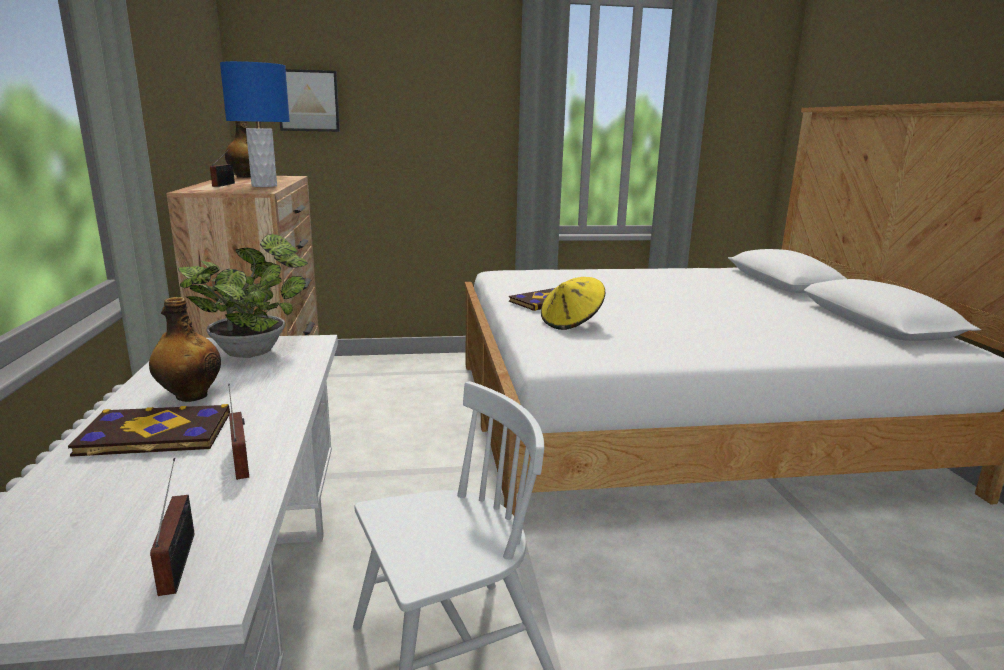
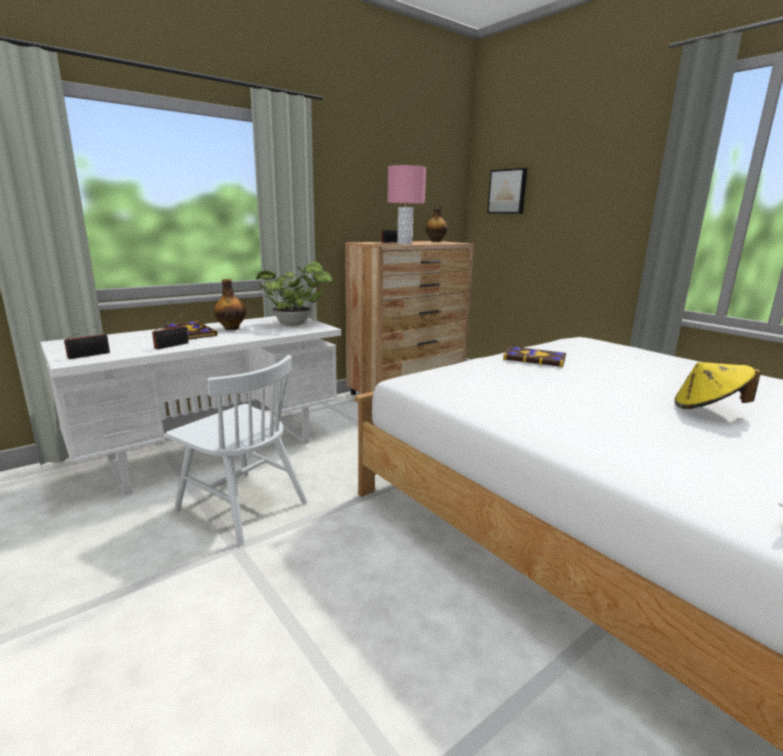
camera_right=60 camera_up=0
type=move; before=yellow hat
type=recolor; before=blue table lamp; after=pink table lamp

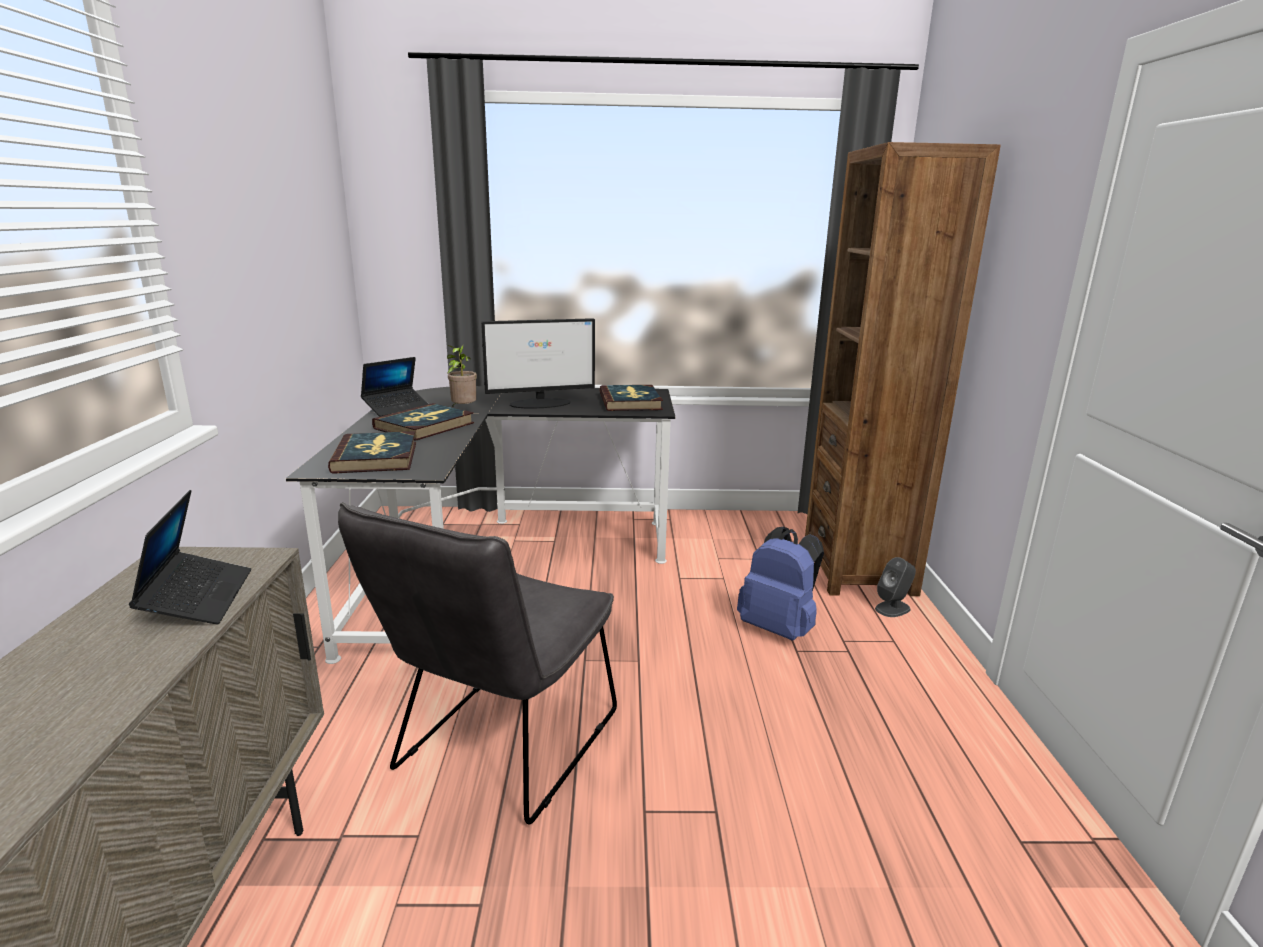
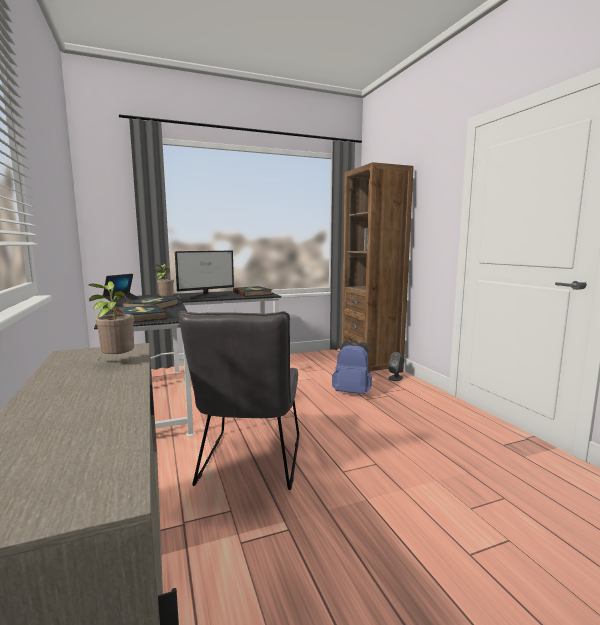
camera_right=-20 camera_up=-10
type=replace; before=laptop (1st from left); after=potted plant (1st from left)

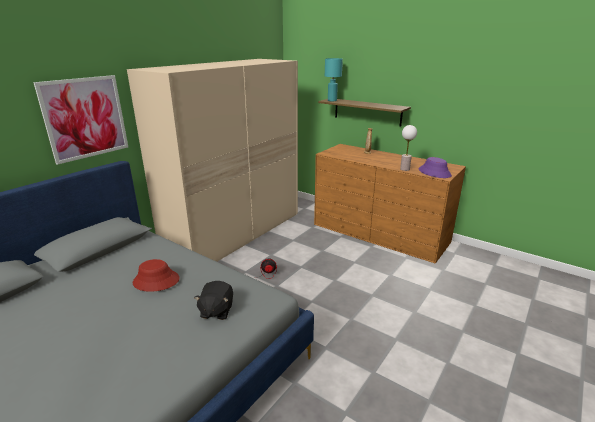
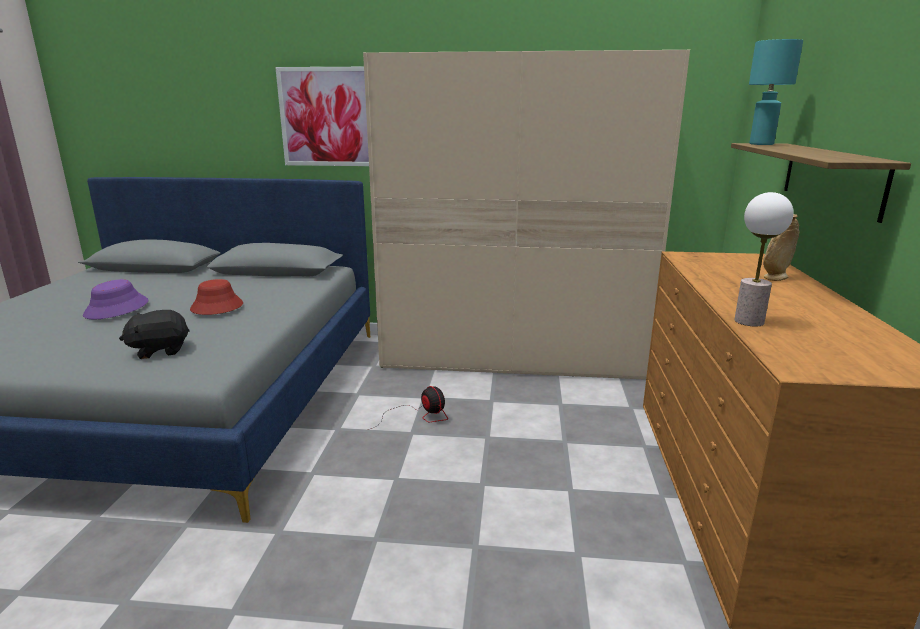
camera_right=60 camera_up=-5
type=move; before=purple hat

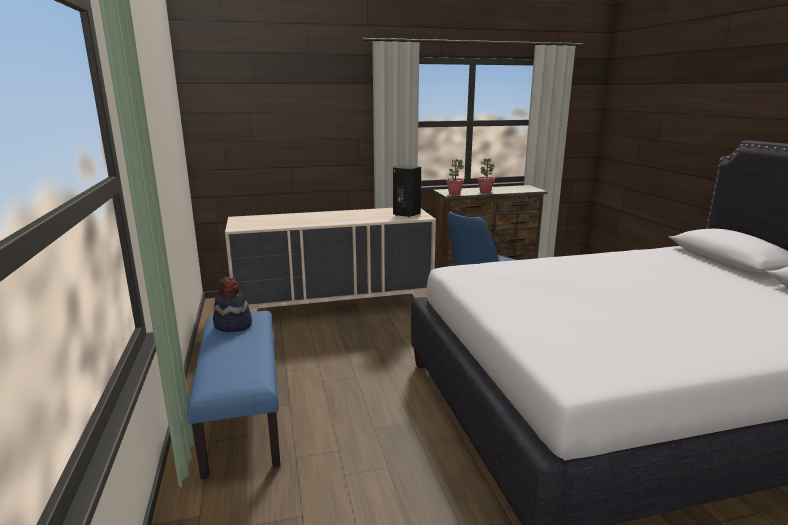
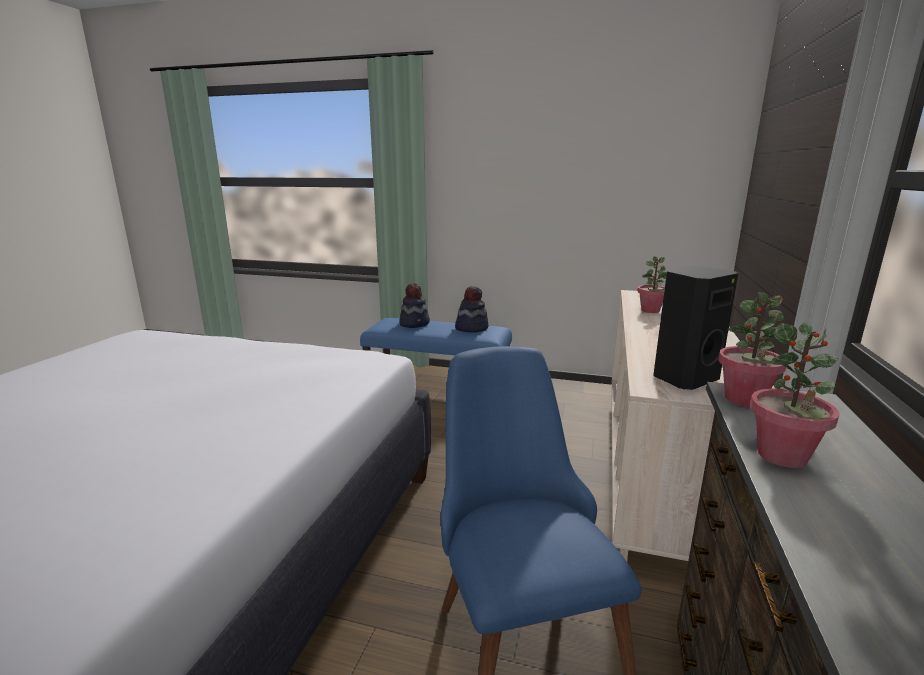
camera_right=120 camera_up=0
type=insert; after=hat (1st from left)
type=insert; after=potted plant (1st from left)

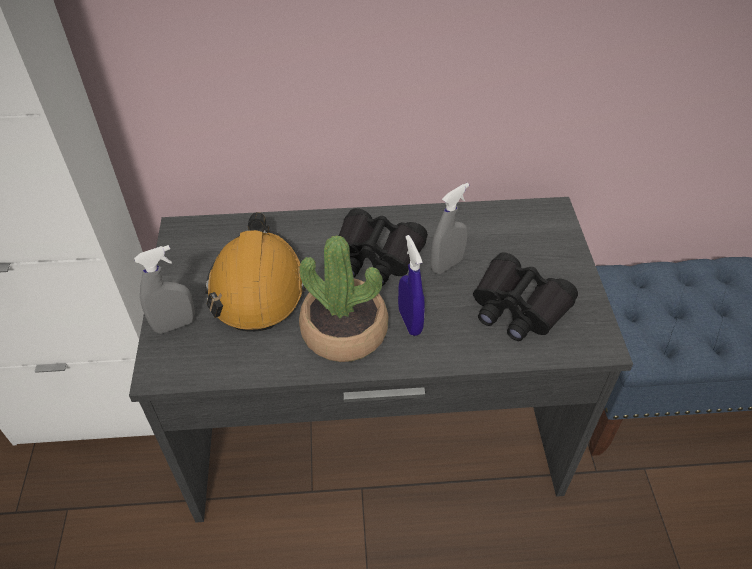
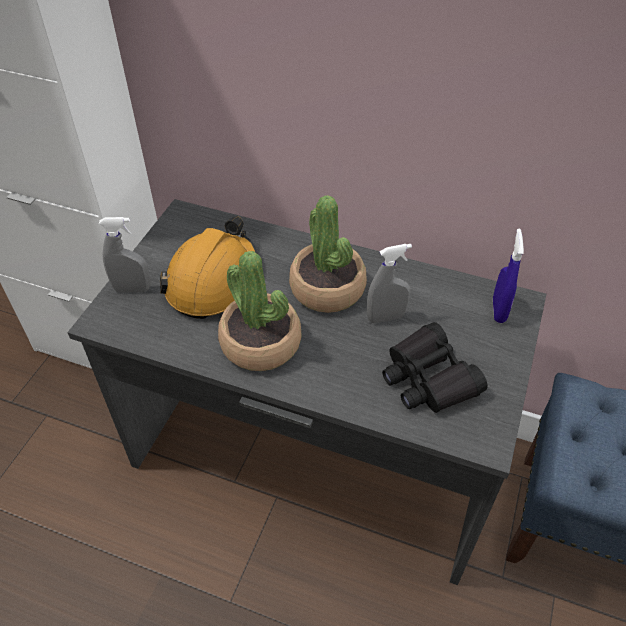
camera_right=25 camera_up=0
type=move; before=blue spray bottle
type=replace; before=black binoculars (1st from left); after=potted plant (2nd from left)

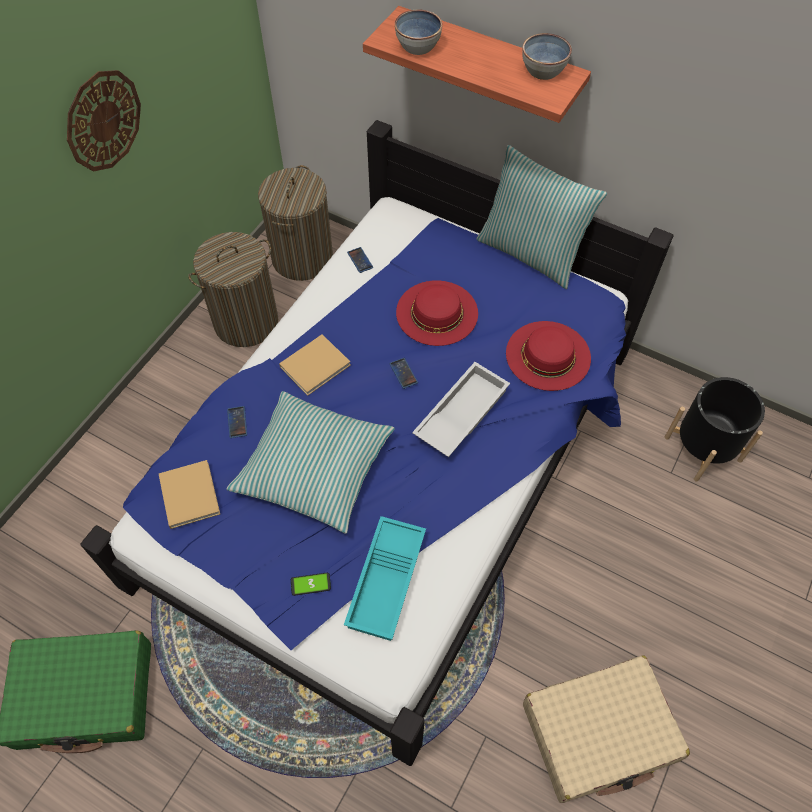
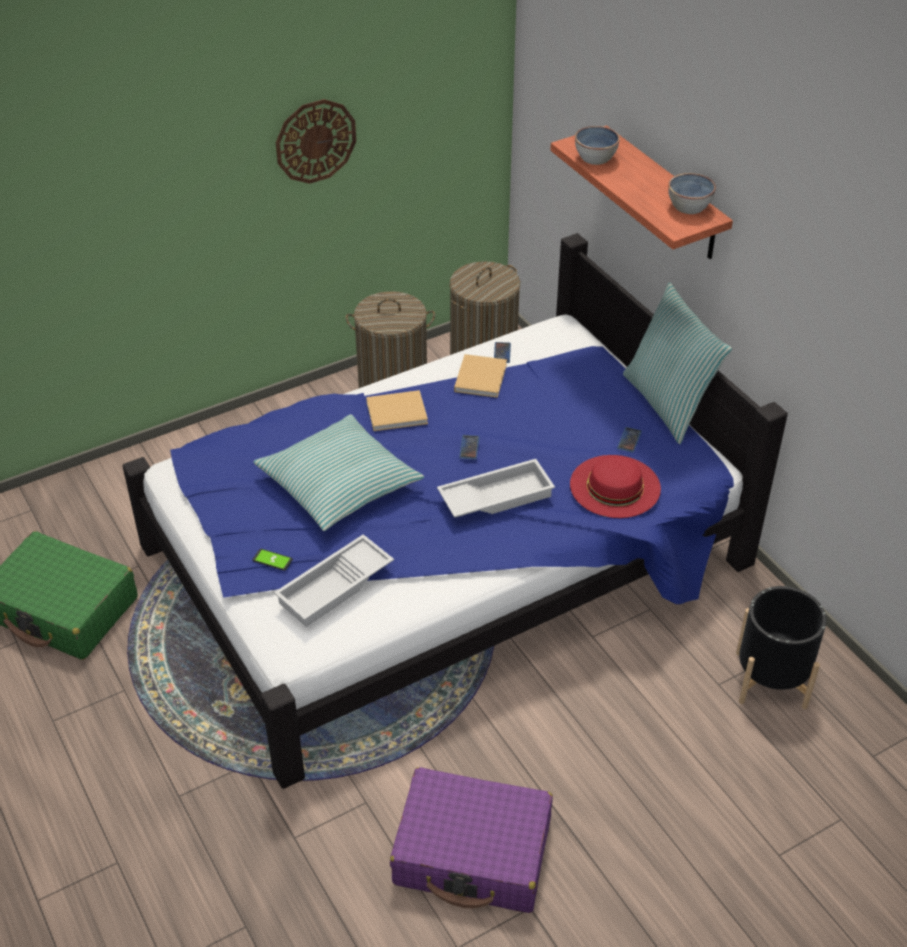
camera_right=30 camera_up=-15
type=delete; before=red hat (1st from left)
type=move; before=beige book (1st from left in the first image); after=beige book (2nd from left)
type=move; before=phone (1st from left in the first image); after=phone (4th from left)
type=recolor; before=turquoise tray; after=white tray (1st from left)
type=recolor; before=beige suitcase; after=purple suitcase

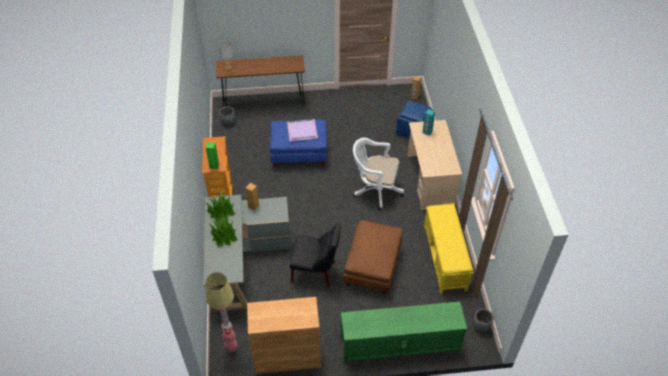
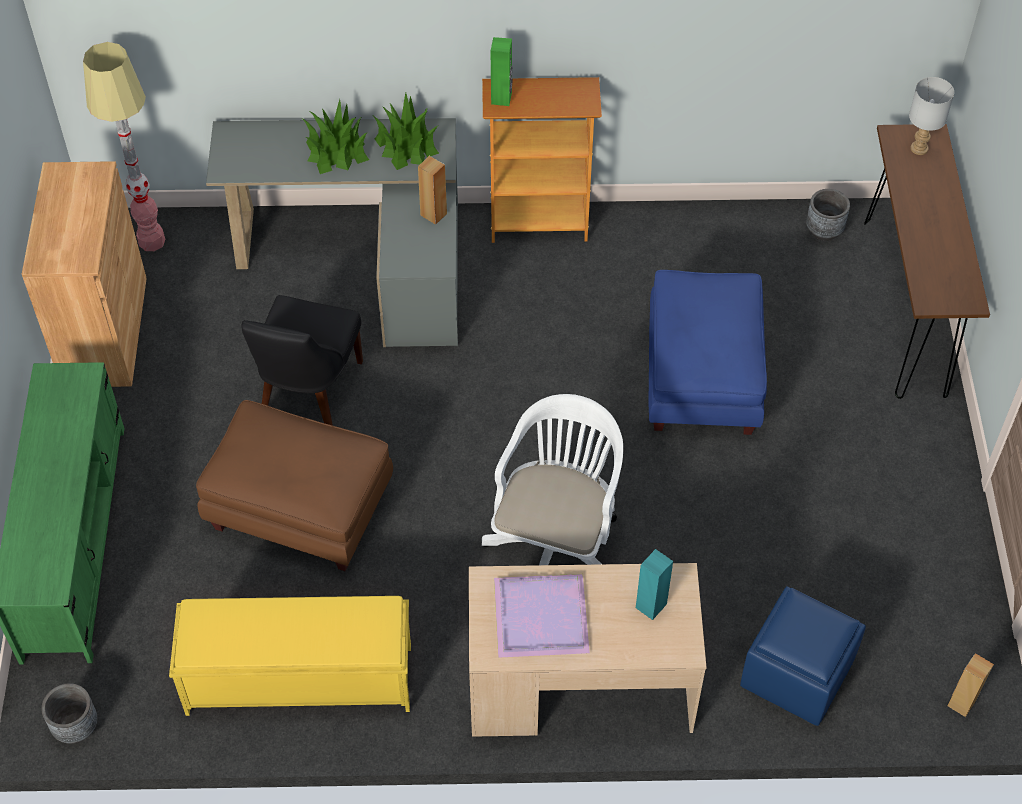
camera_right=95 camera_up=5
type=move; before=purple tray

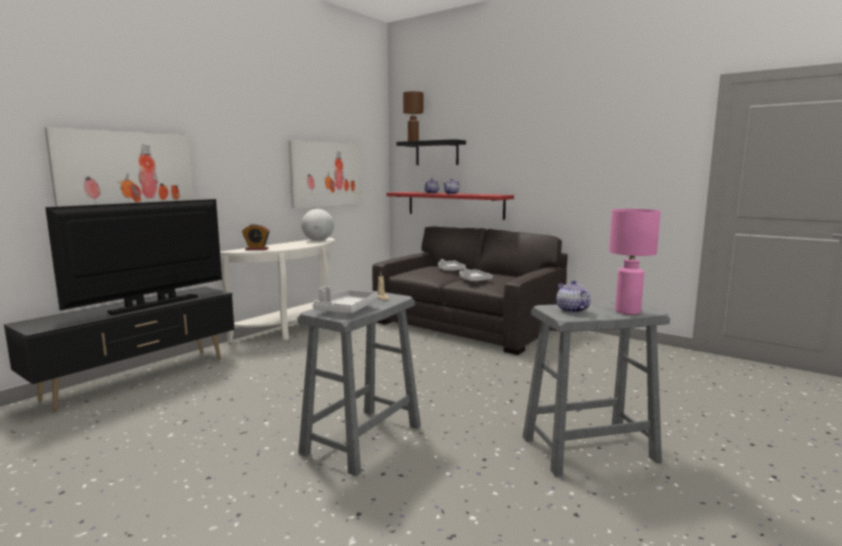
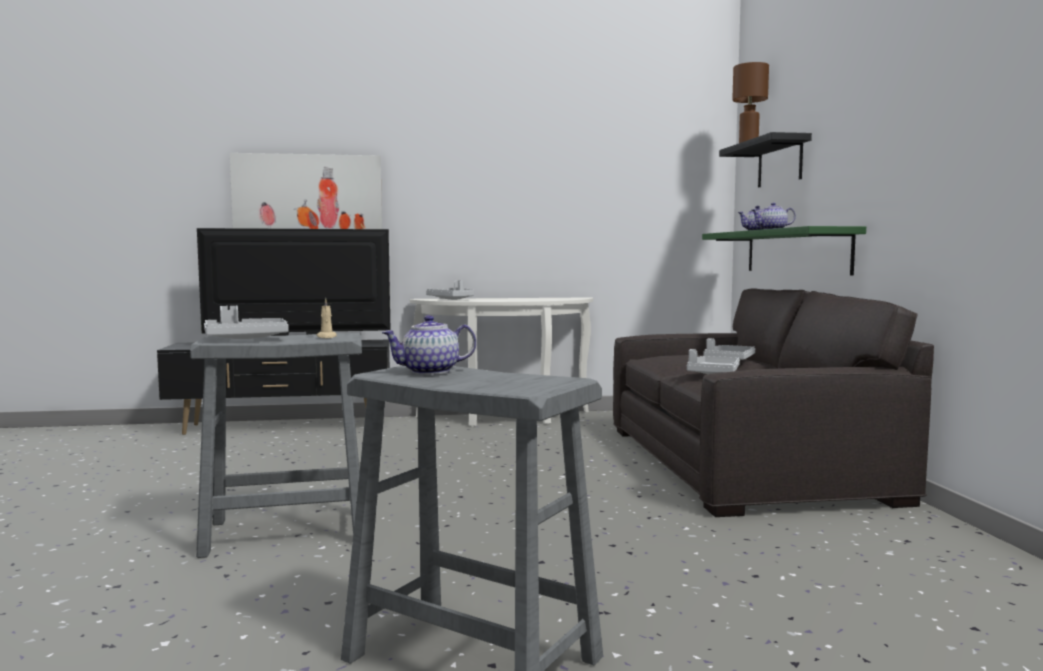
camera_right=45 camera_up=-5
type=delete; before=picture (2nd from left)
type=delete; before=globe
type=delete; before=pink table lamp
type=replace; before=alarm clock; after=grey tray (2nd from left)
type=recolor; before=red shelf; after=green shelf
type=rotate; before=teapot (3rd from left in the first image); turn=-135

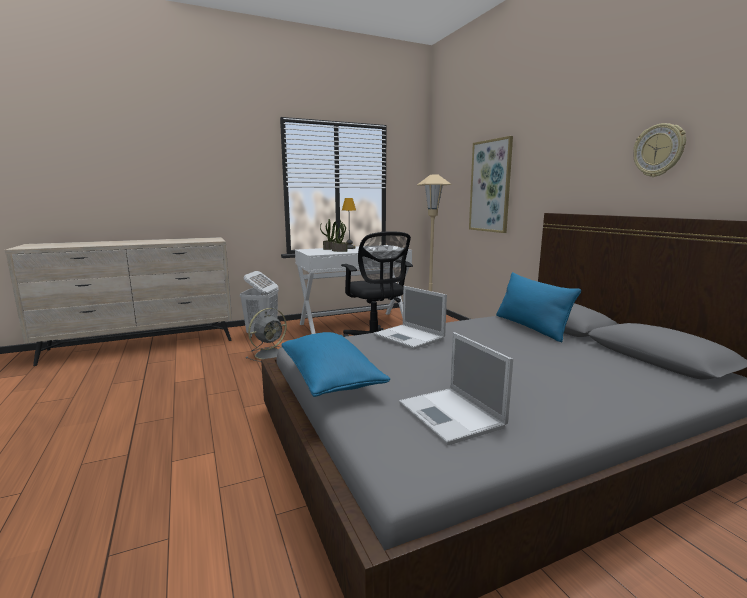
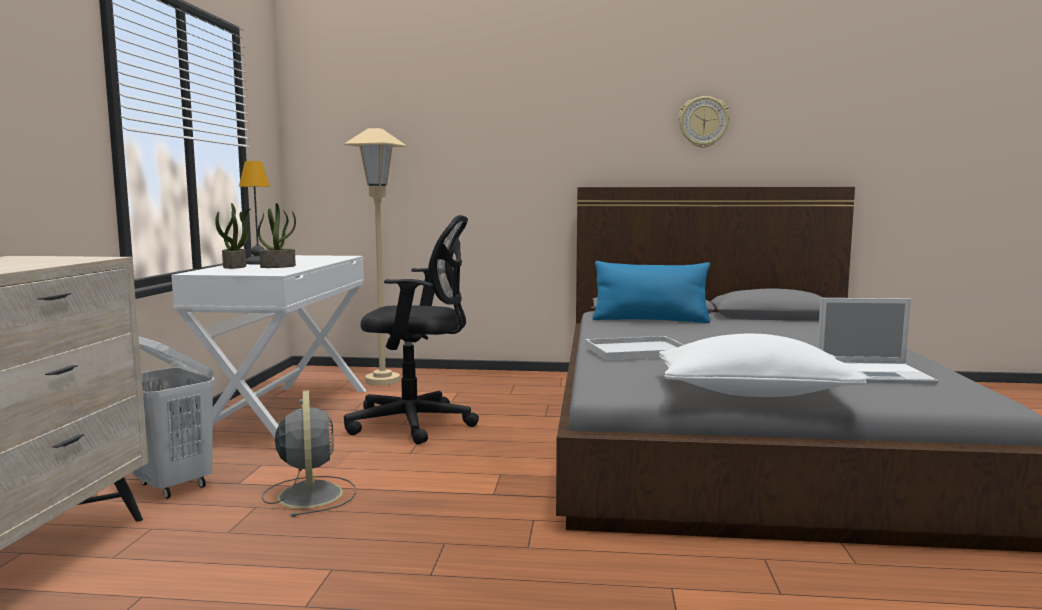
camera_right=-60 camera_up=-5
type=delete; before=picture
type=replace; before=laptop (1st from left); after=white tray
type=recolor; before=blue pillow (1st from left); after=white pillow

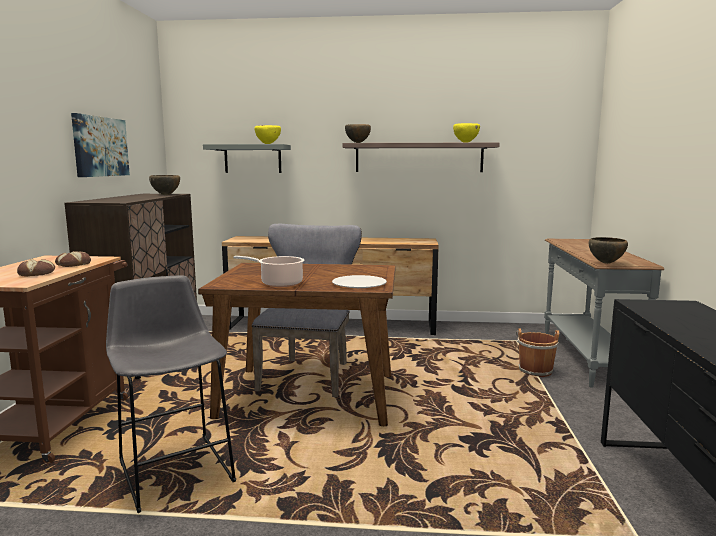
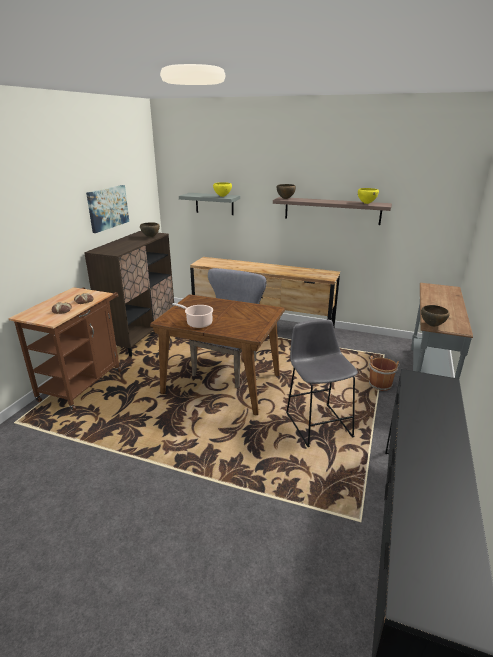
camera_right=15 camera_up=15
type=delete; before=white plate
type=move; before=grey stool

